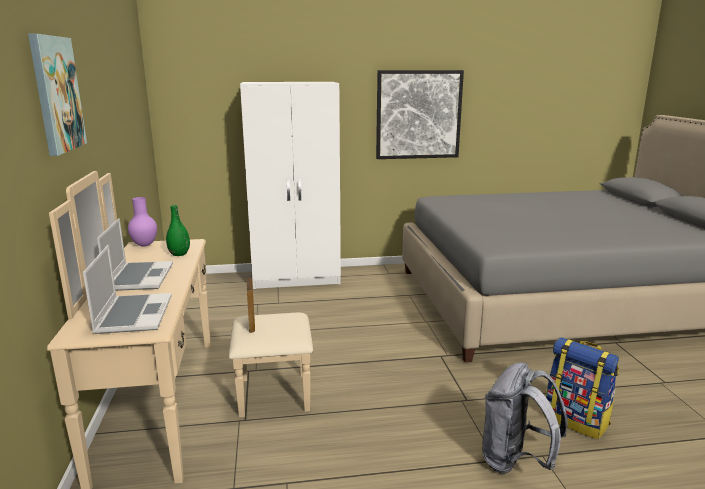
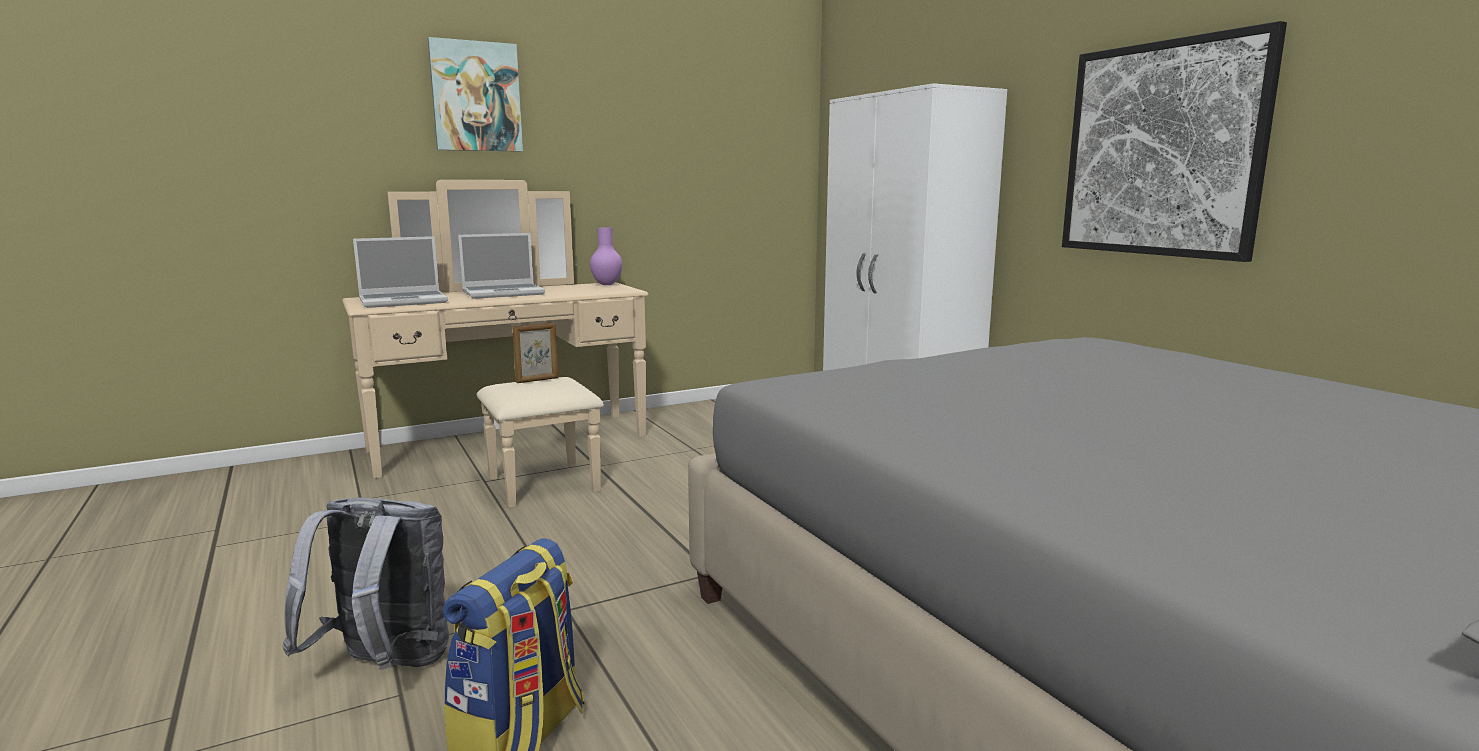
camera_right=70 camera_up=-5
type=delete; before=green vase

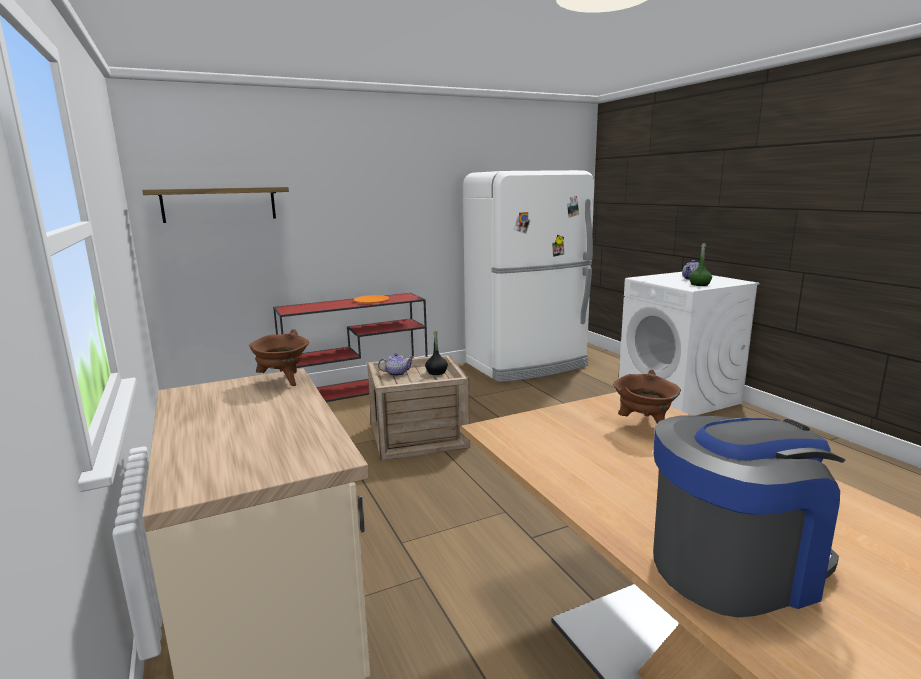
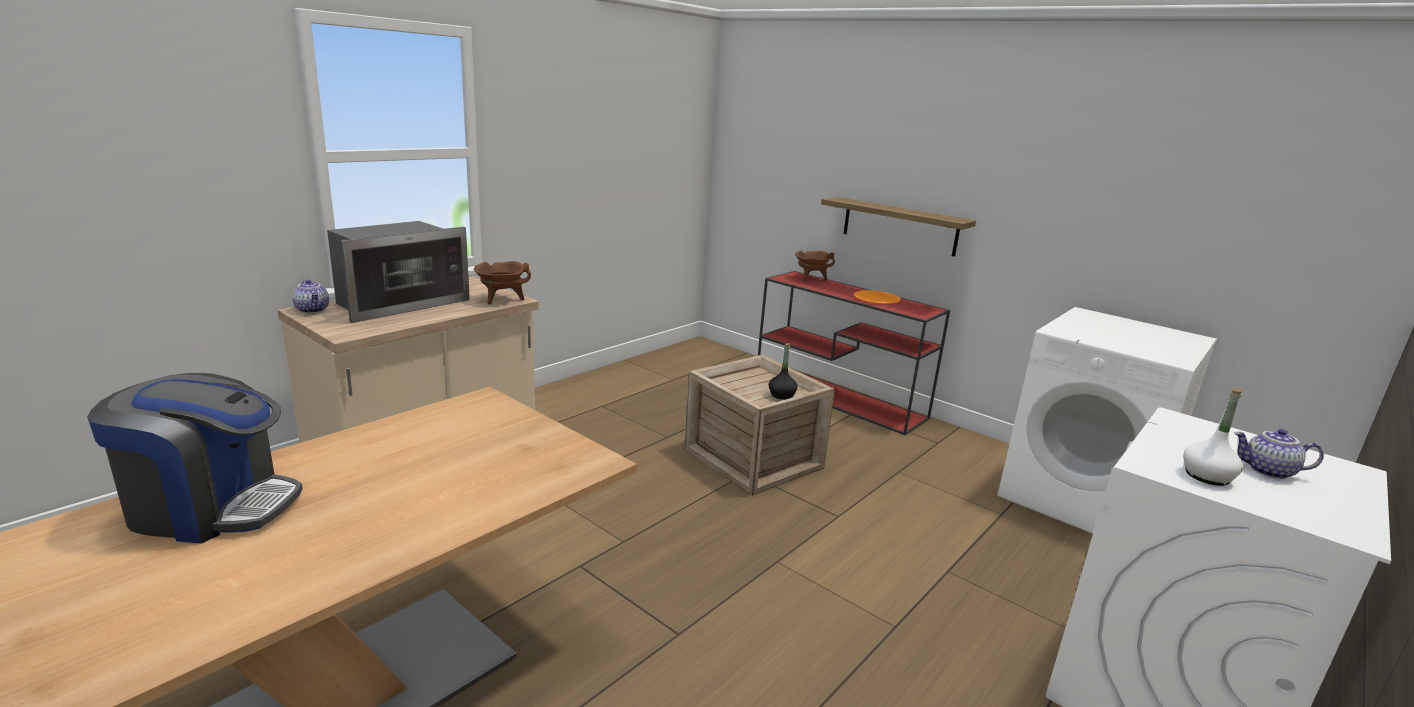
camera_right=65 camera_up=5
type=insert; after=microwave
type=move; before=shelf
type=move; before=teapot (1st from left)
type=move; before=brown cooking pot (2nd from left)
type=replace; before=white fridge; after=white washing machine (1st from left)
type=recolor; before=green bottle; after=white bottle
type=rotate; before=coffee machine; turn=-45

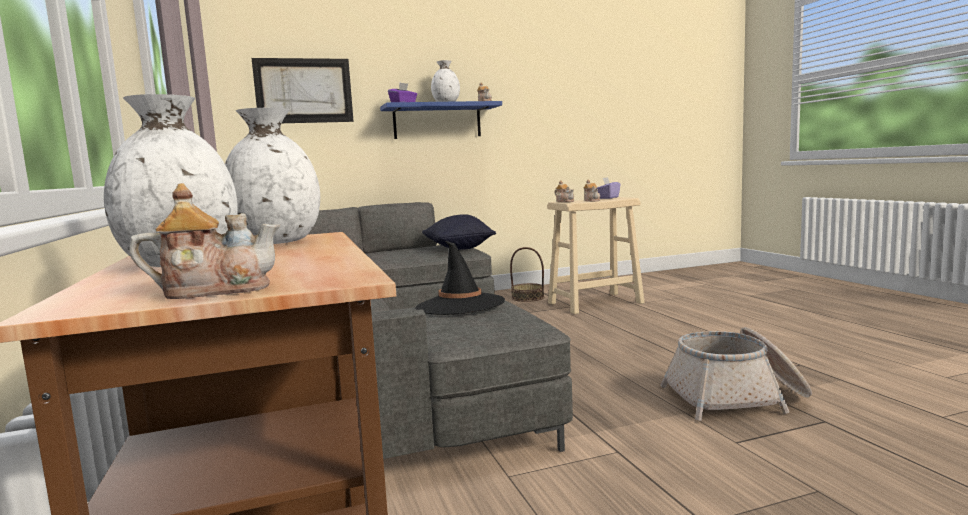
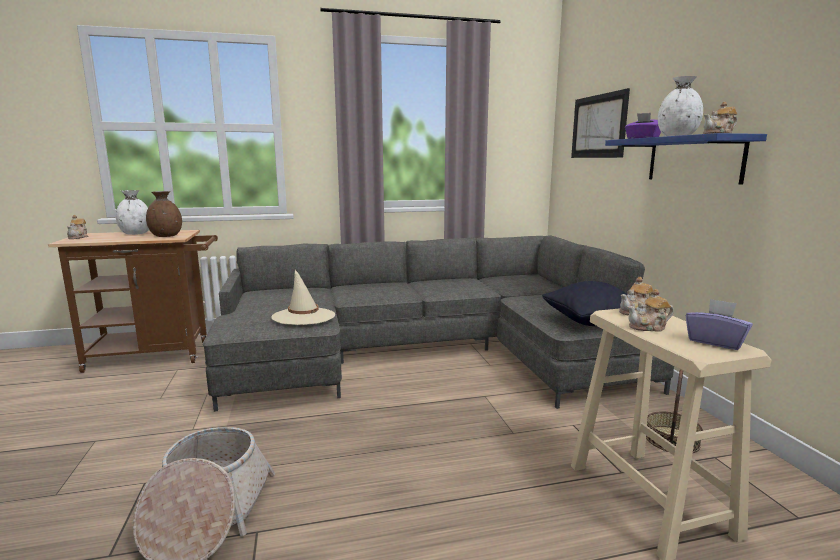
camera_right=95 camera_up=5
type=recolor; before=white vase (2nd from left); after=brown vase
type=recolor; before=black hat; after=beige hat

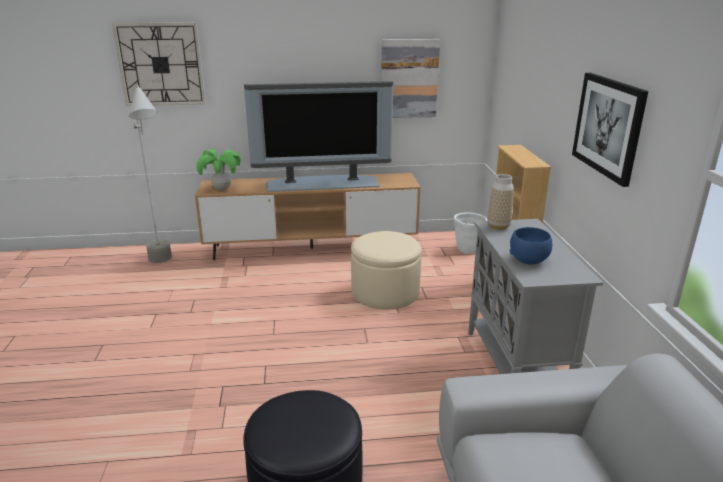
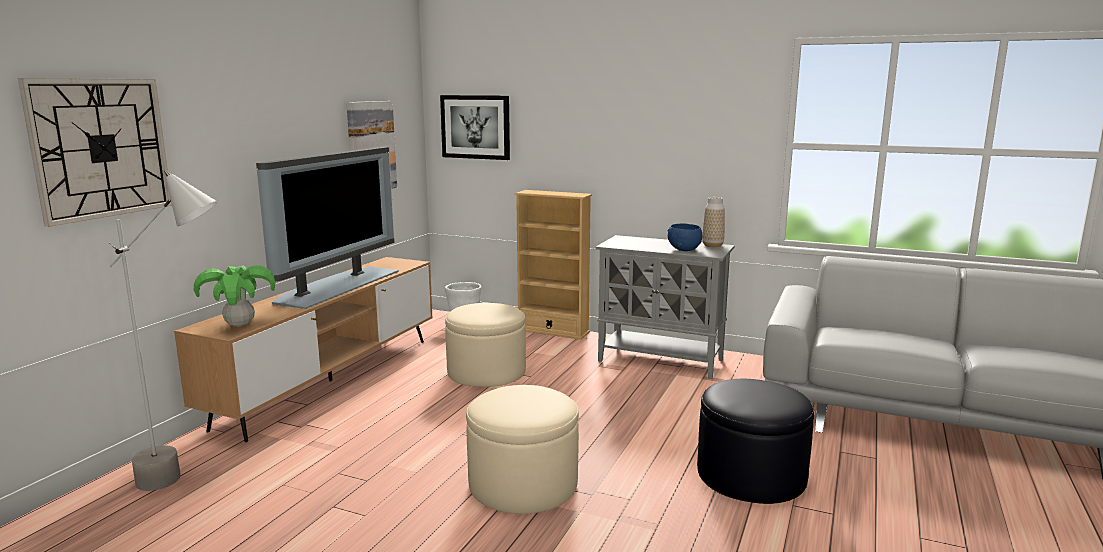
camera_right=-60 camera_up=-10
type=insert; after=beige ottoman (2nd from left)
type=move; before=vase
type=move; before=picture (2nd from left)

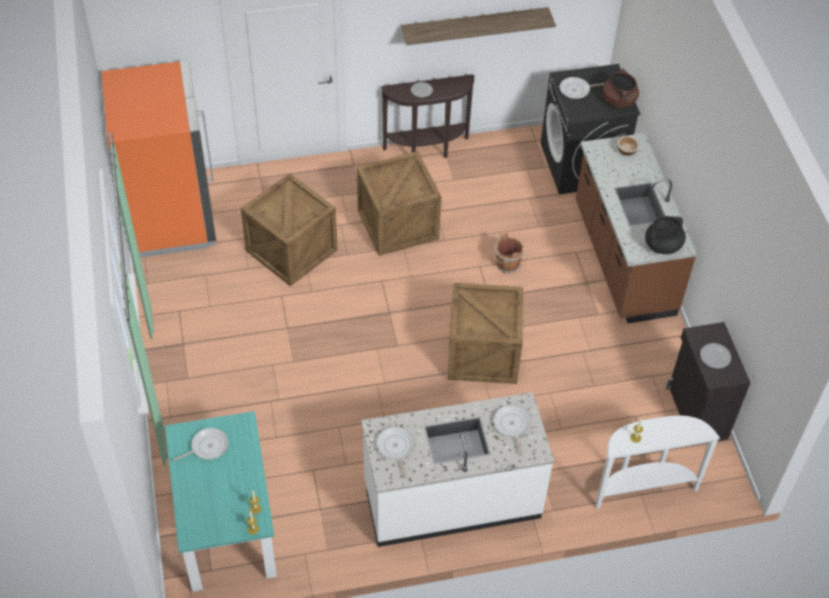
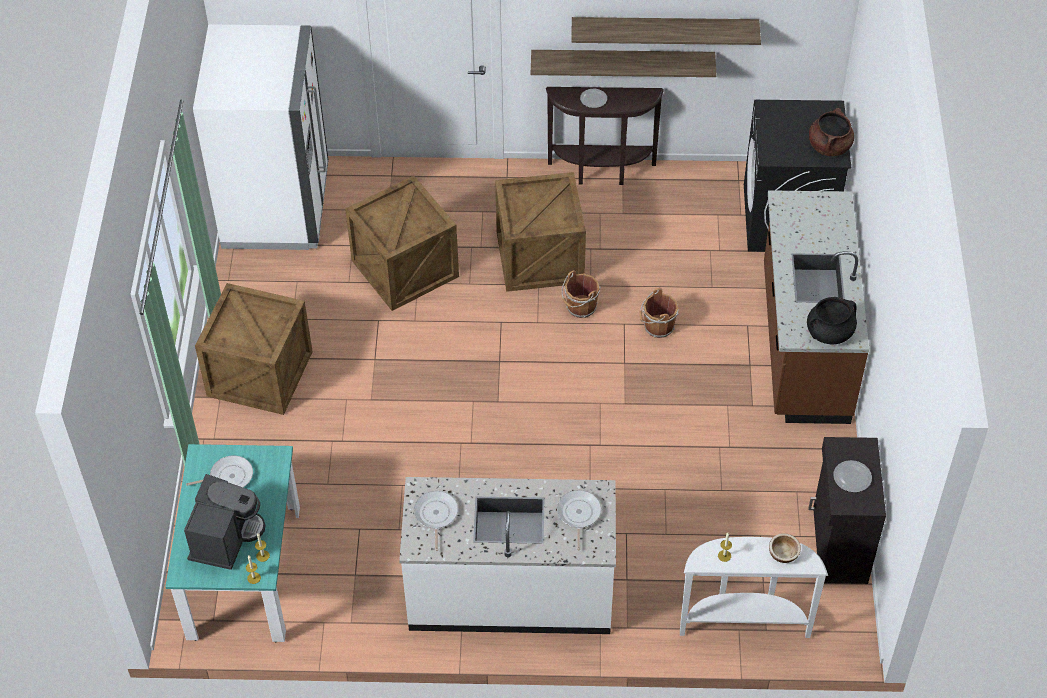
camera_right=15 camera_up=0
type=delete; before=frying pan (4th from left)
type=insert; after=coffee machine
type=insert; after=shelf (1st from left)
type=insert; after=brown bucket (1st from left)
type=move; before=crate (3rd from left in the first image); after=crate (1st from left)
type=move; before=bowl
type=recolor; before=orange fridge; after=white fridge

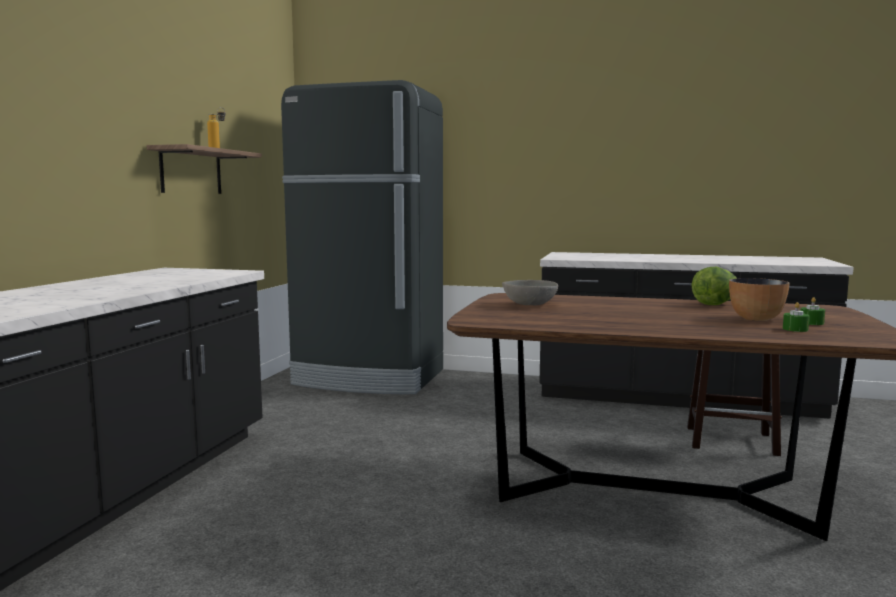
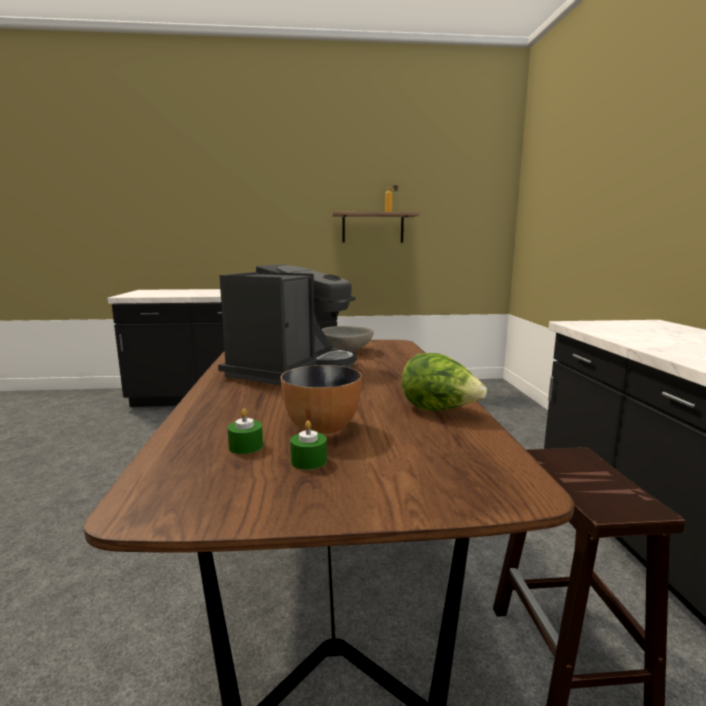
camera_right=70 camera_up=5
type=delete; before=black fridge
type=insert; after=coffee machine

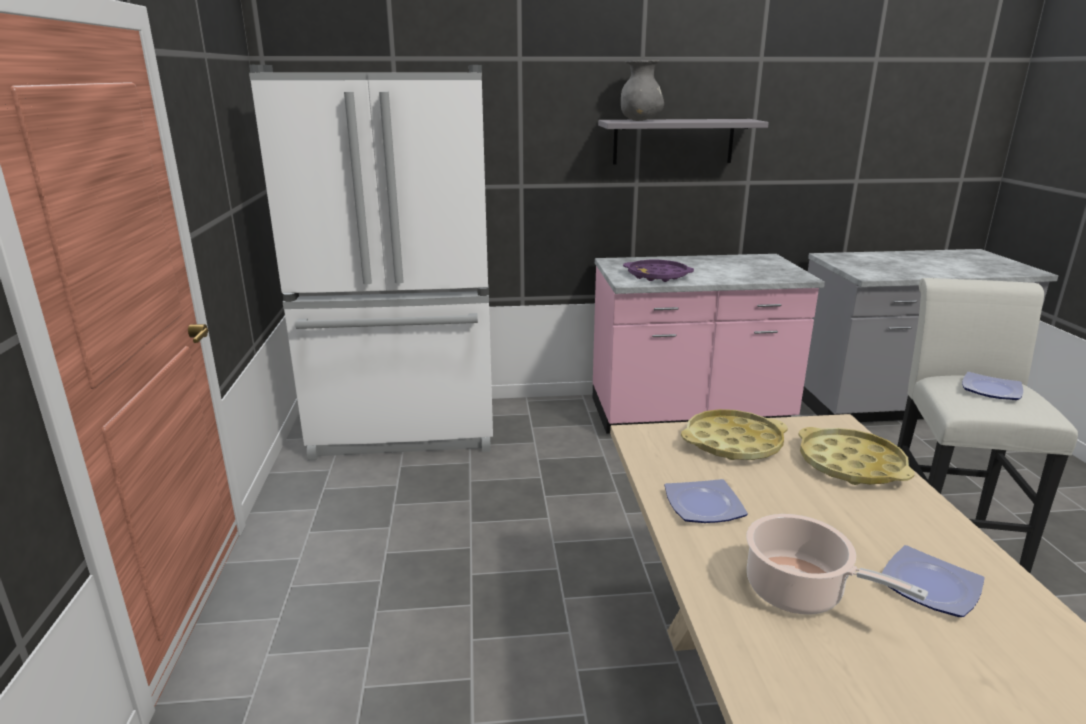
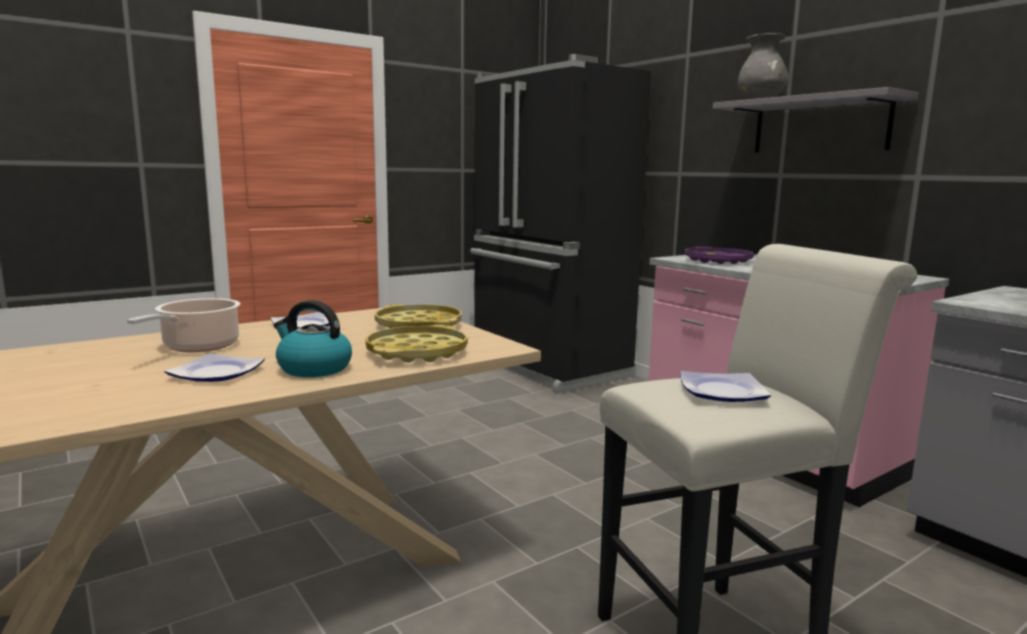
camera_right=60 camera_up=-10
type=insert; after=kettle
type=recolor; before=white fridge; after=black fridge

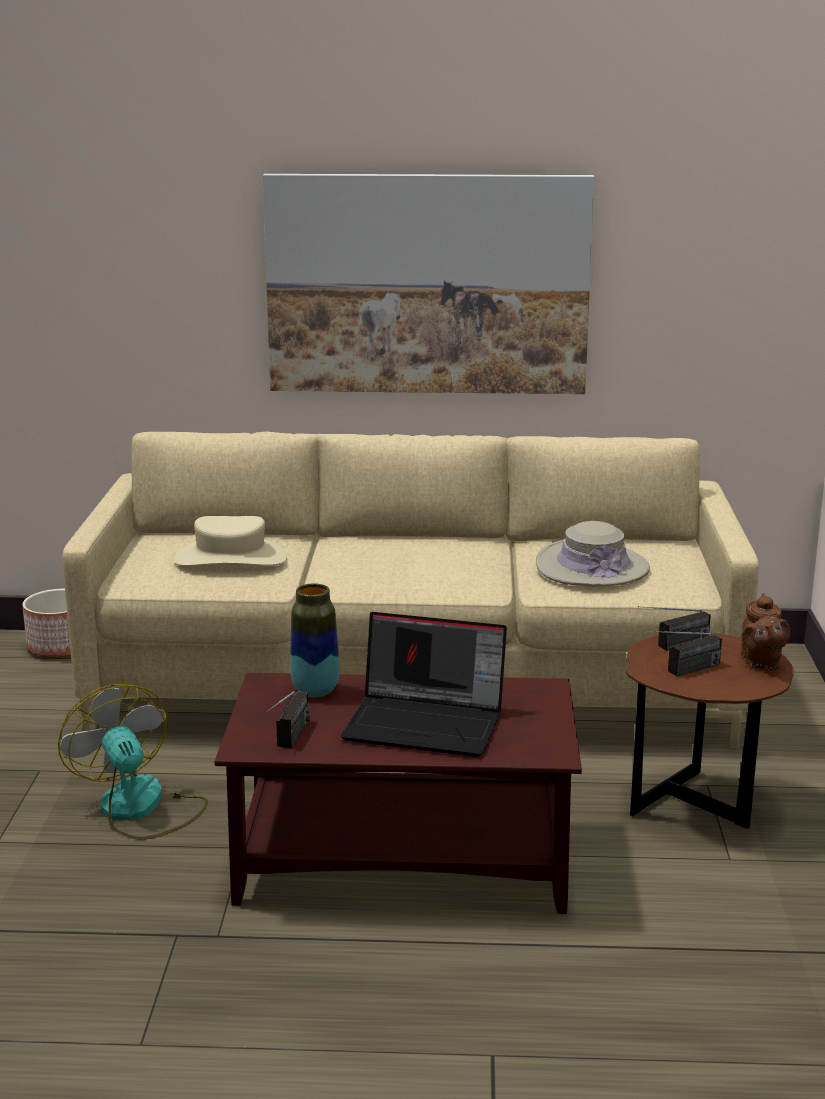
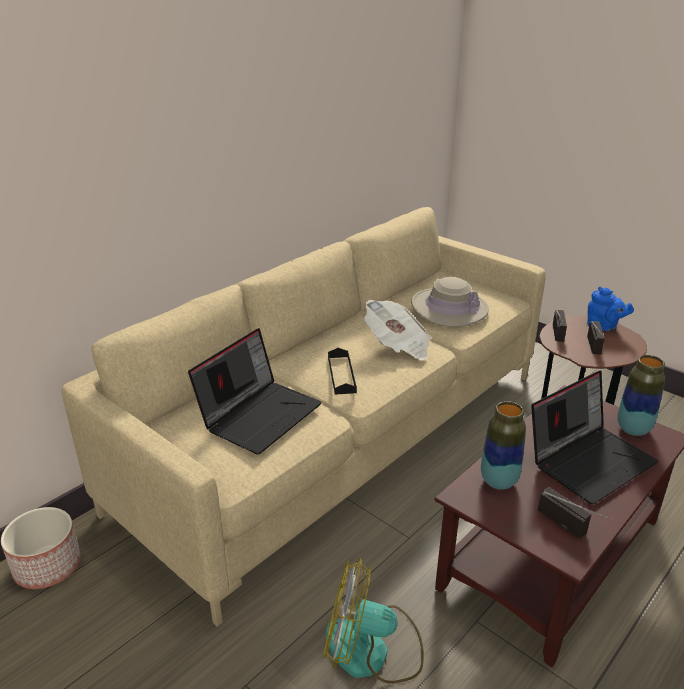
camera_right=-50 camera_up=10
type=delete; before=picture
type=insert; after=black tray
type=insert; after=newspaper
type=insert; after=vase (2nd from left)
type=replace; before=beige hat (1st from left); after=laptop (1st from left)
type=recolor; before=brown teapot; after=blue teapot

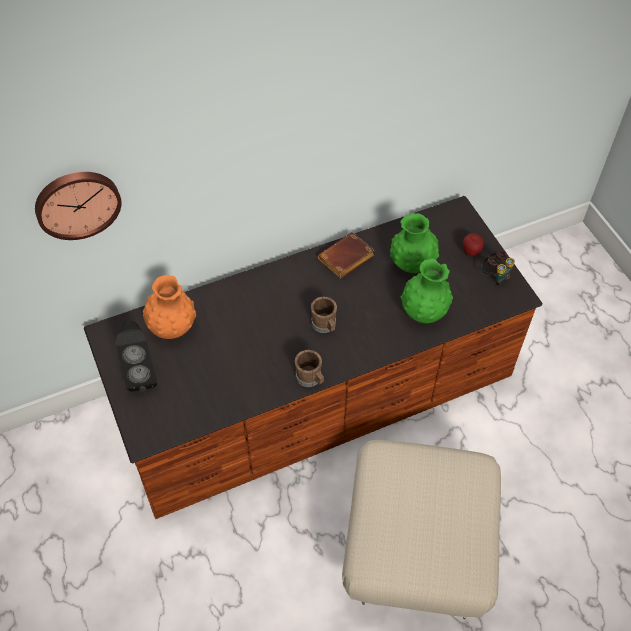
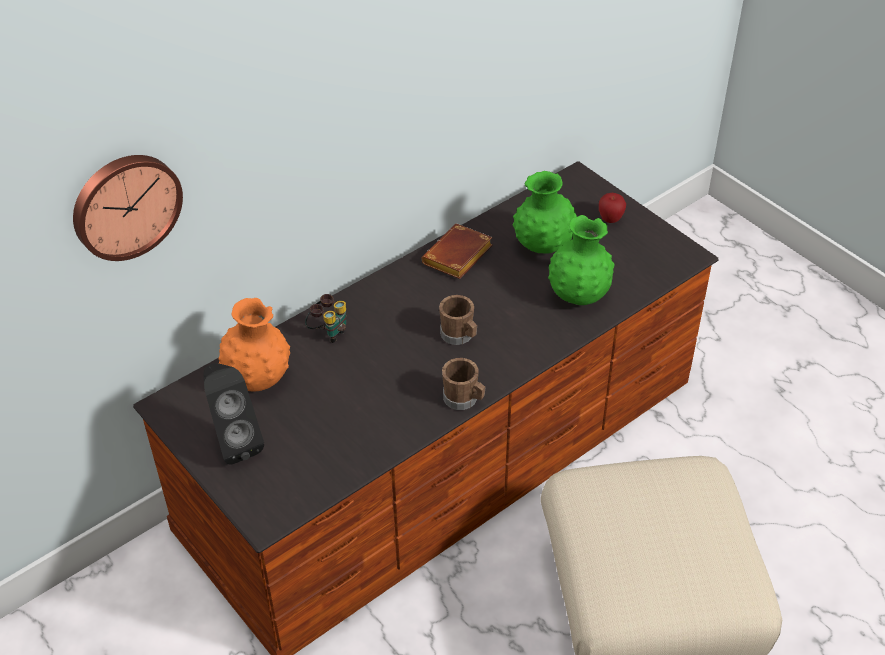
camera_right=-15 camera_up=-10
type=move; before=binoculars

